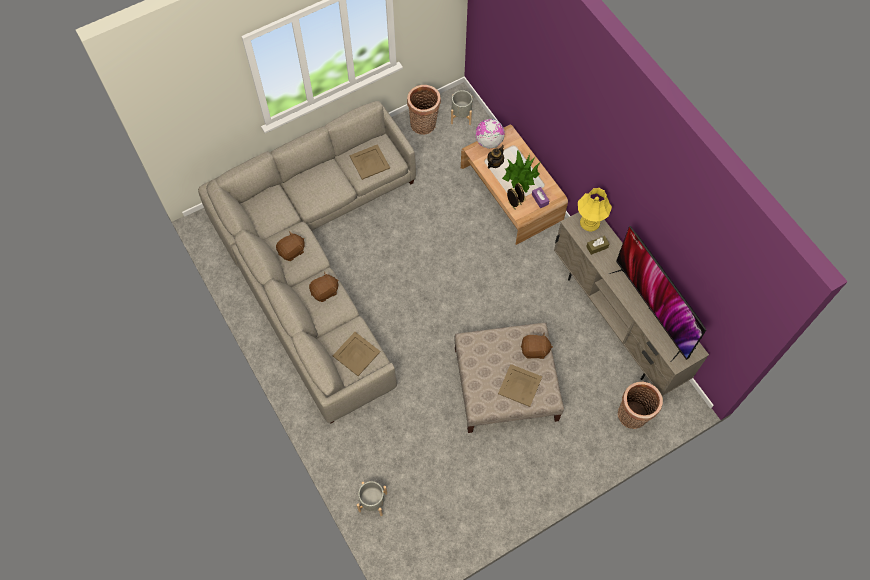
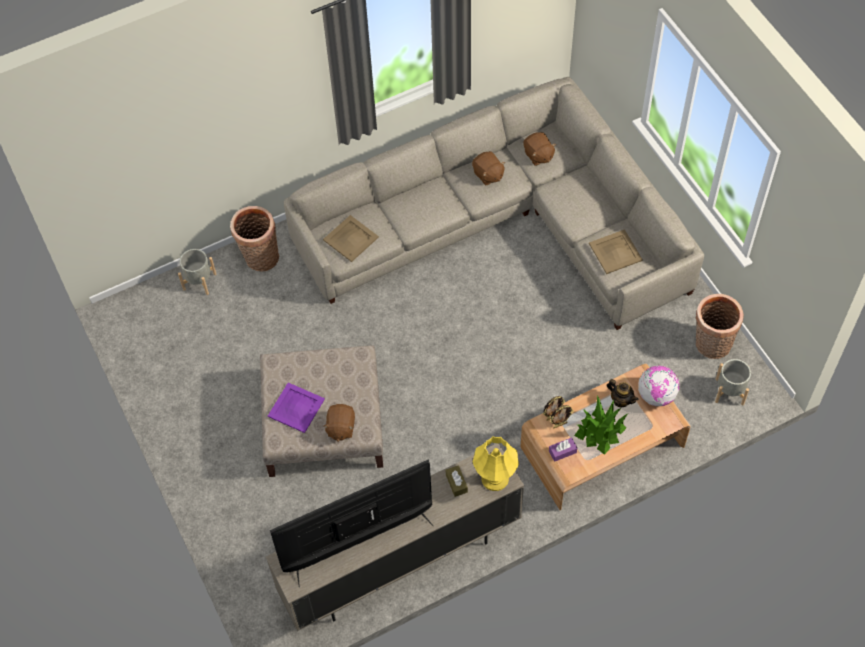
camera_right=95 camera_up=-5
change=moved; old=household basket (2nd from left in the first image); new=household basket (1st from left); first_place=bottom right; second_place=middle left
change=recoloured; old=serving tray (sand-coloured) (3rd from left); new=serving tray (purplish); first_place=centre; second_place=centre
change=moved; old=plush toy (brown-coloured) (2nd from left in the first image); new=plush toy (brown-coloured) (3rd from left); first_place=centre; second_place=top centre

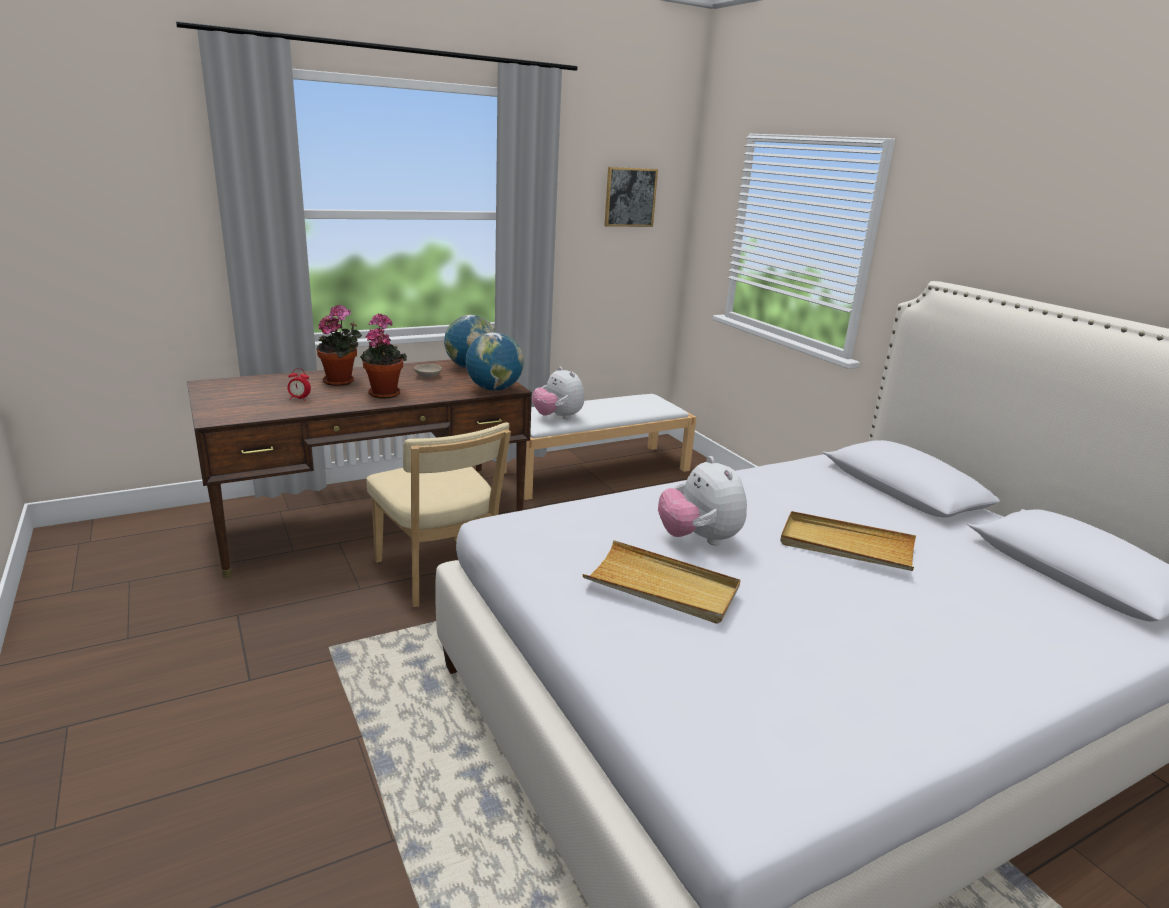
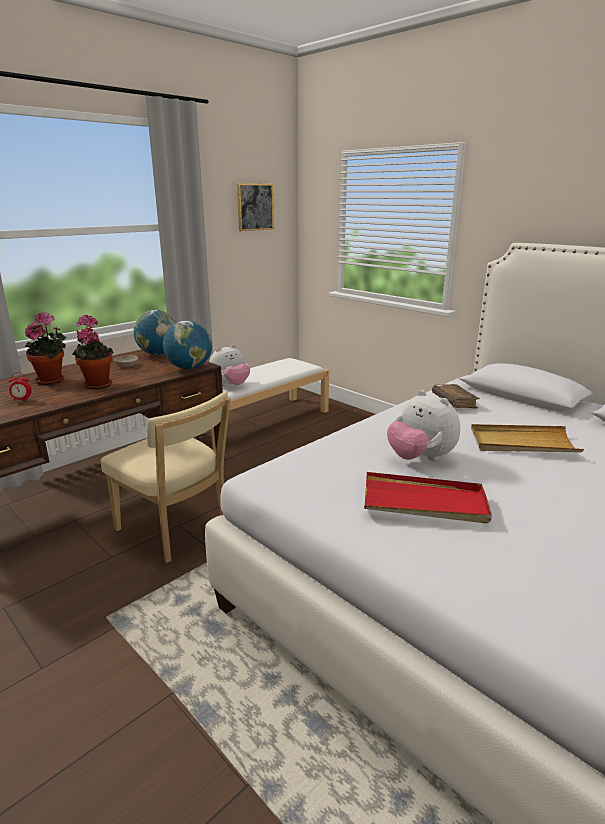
camera_right=-15 camera_up=0
change=turned; old=plush toy (1st from left); first_place=centre; second_place=centre; degrees=-75
change=recoloured; old=serving tray (sand-coloured) (1st from left); new=serving tray (reddish); first_place=centre; second_place=middle right
change=added; new=volume (brown-coloured); second_place=middle right

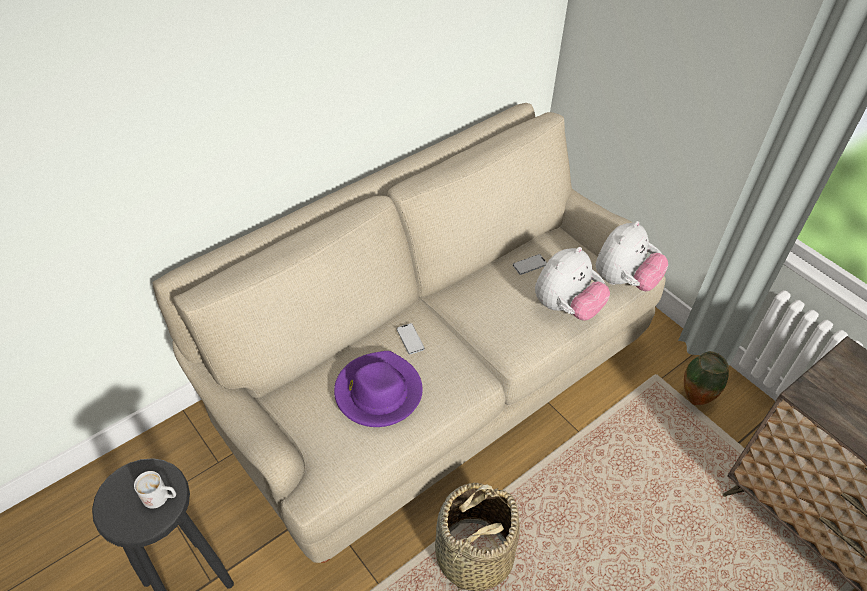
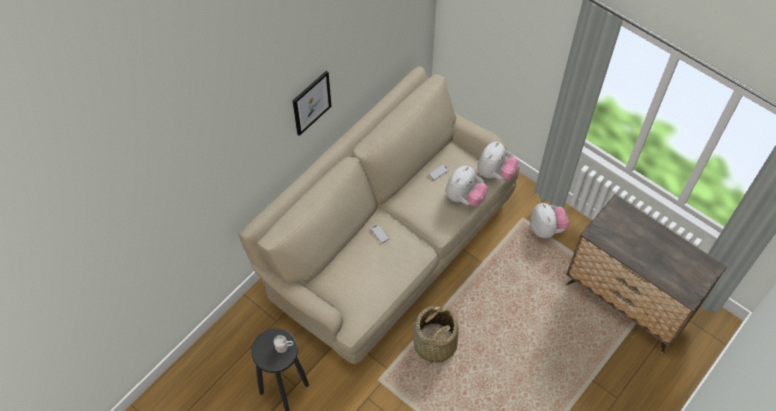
camera_right=-10 camera_up=10
change=added; new=picture; second_place=top centre
change=replaced; old=decorative vase; new=plush toy (3rd from left); first_place=middle right; second_place=middle right
change=removed; old=clothing hat (purplish); first_place=centre

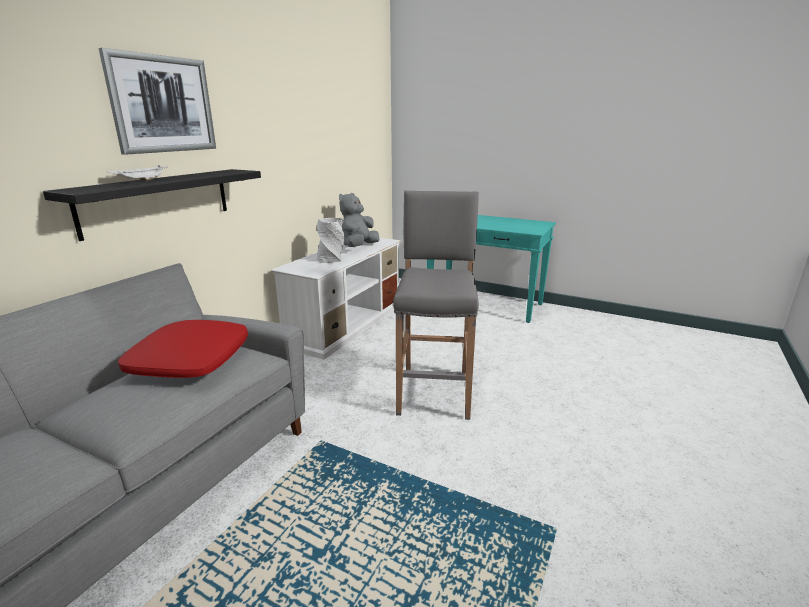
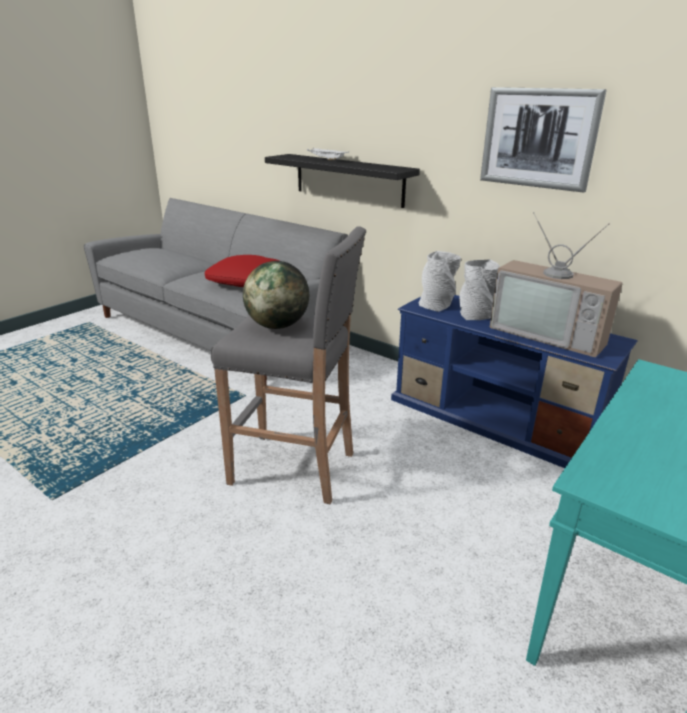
camera_right=100 camera_up=5
change=added; new=globe; second_place=centre
change=recoloured; old=tv unit (white); new=tv unit (blue); first_place=centre; second_place=middle right
change=added; new=decorative vase (greyish) (1st from left); second_place=centre
change=moved; old=picture; first_place=top left; second_place=top right
change=replaced; old=plush toy (greyish); new=TV; first_place=centre; second_place=middle right

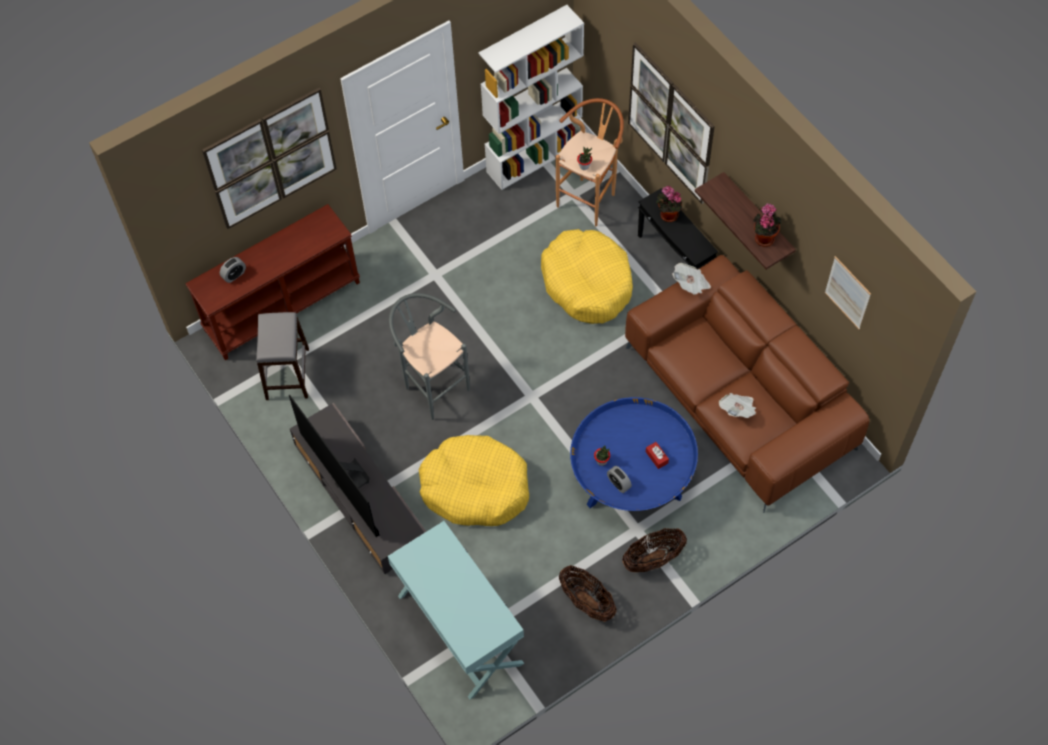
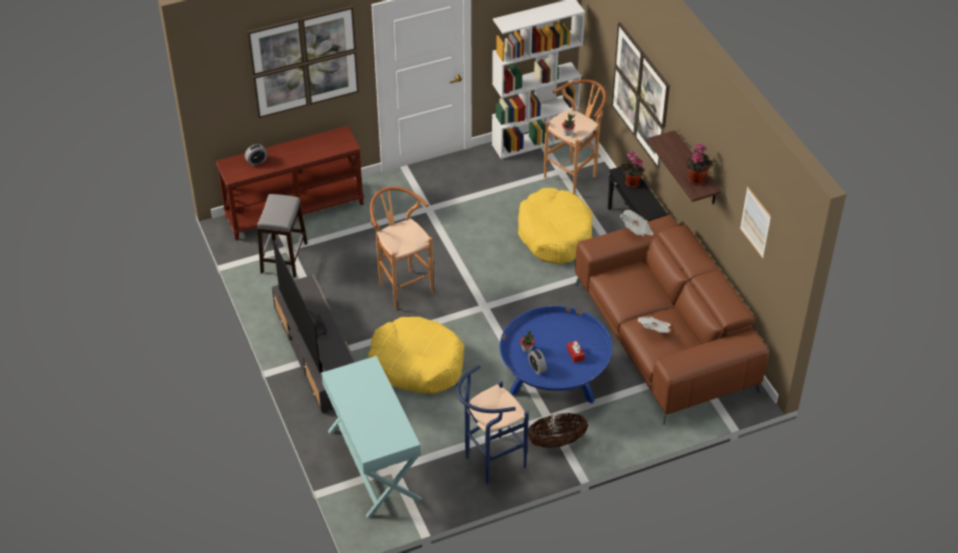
camera_right=10 camera_up=-15
change=recoloured; old=sitting stool (greyish) (2nd from left); new=sitting stool (brown-coloured) (1st from left); first_place=centre; second_place=centre
change=replaced; old=household basket (1st from left); new=sitting stool (blue); first_place=bottom centre; second_place=bottom centre

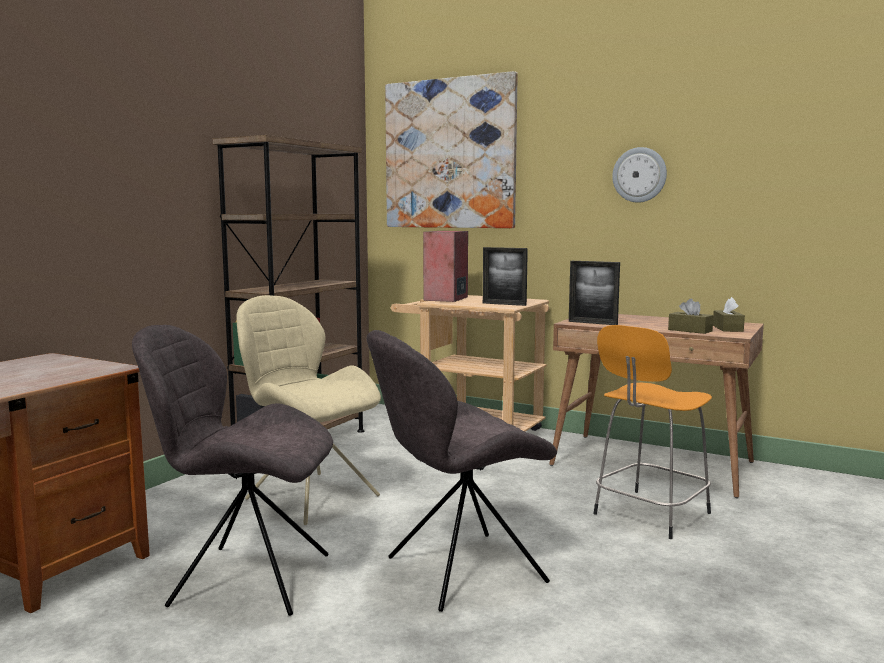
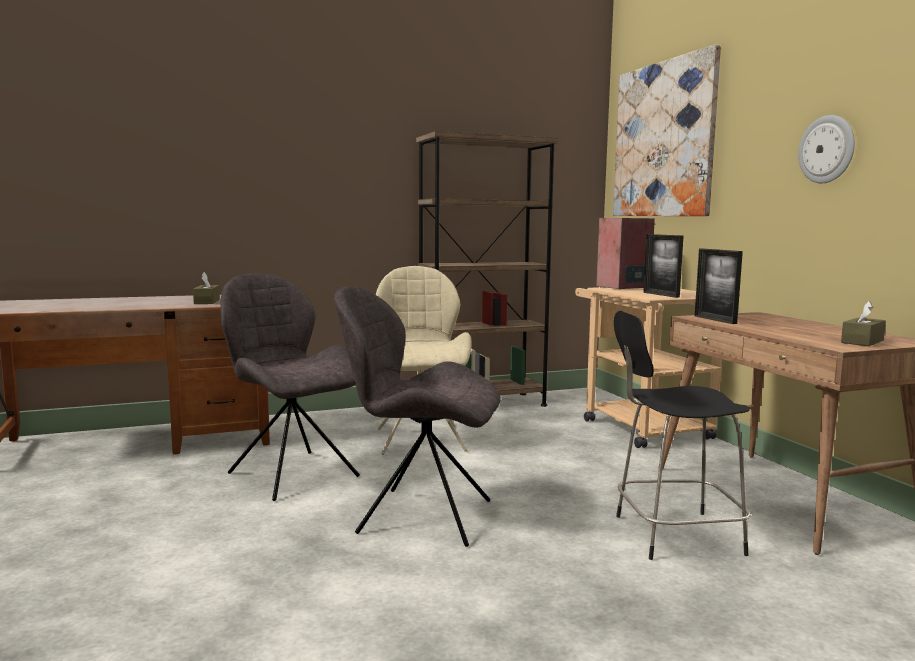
camera_right=40 camera_up=0
change=moved; old=box of tissues (brown-coloured) (1st from left); first_place=middle right; second_place=middle left
change=recoloured; old=sitting stool (orange-coloured); new=sitting stool (black); first_place=middle right; second_place=middle right

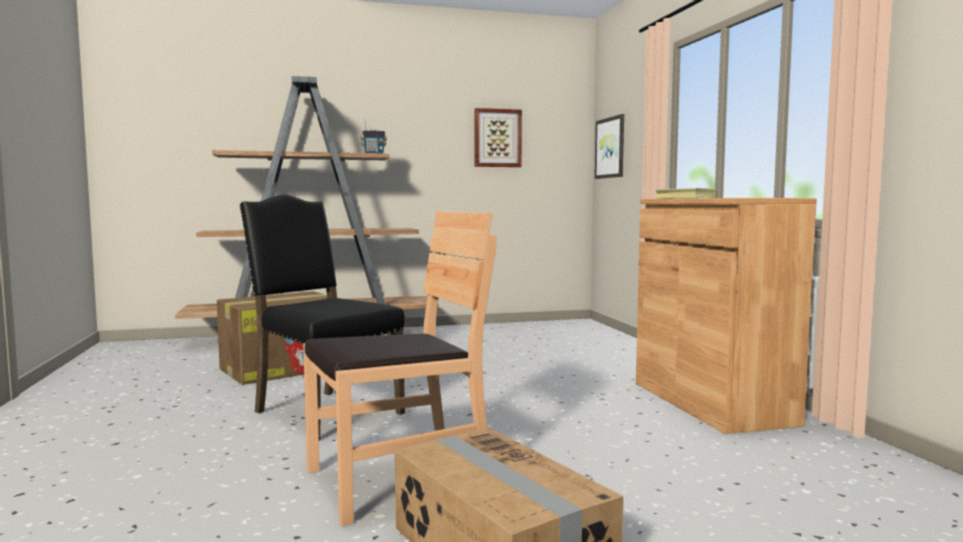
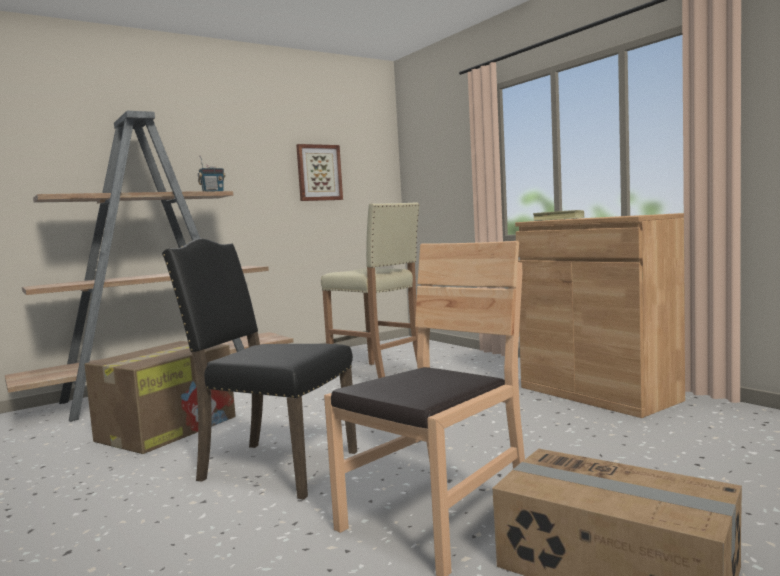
camera_right=-20 camera_up=0
change=added; new=sitting stool (sand-coloured); second_place=centre
change=removed; old=picture (2nd from left); first_place=top centre

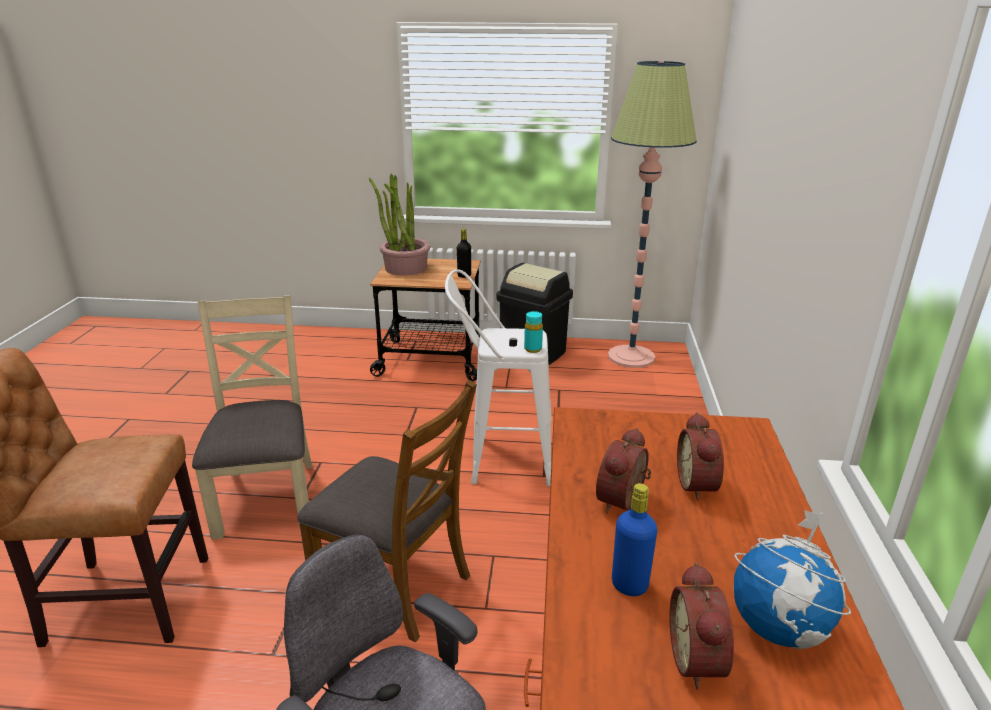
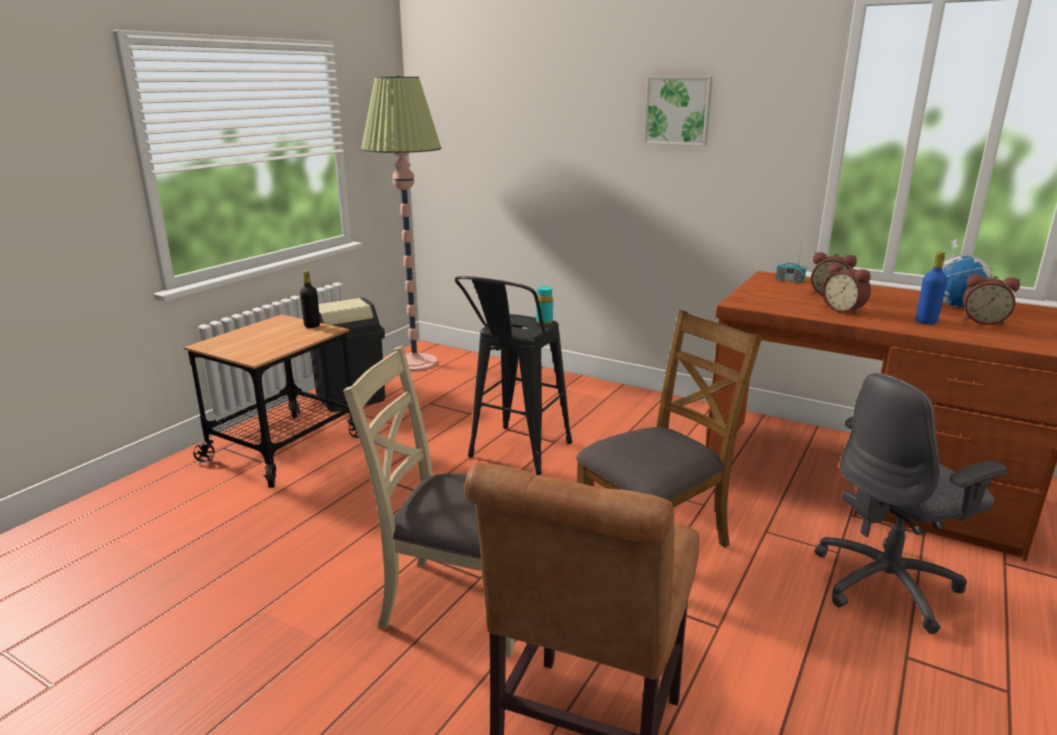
camera_right=-65 camera_up=-5
change=recoloured; old=sitting stool (white); new=sitting stool (black); first_place=centre; second_place=centre
change=added; new=picture; second_place=top centre
change=added; new=radio set; second_place=middle right
change=removed; old=houseplant; first_place=top centre

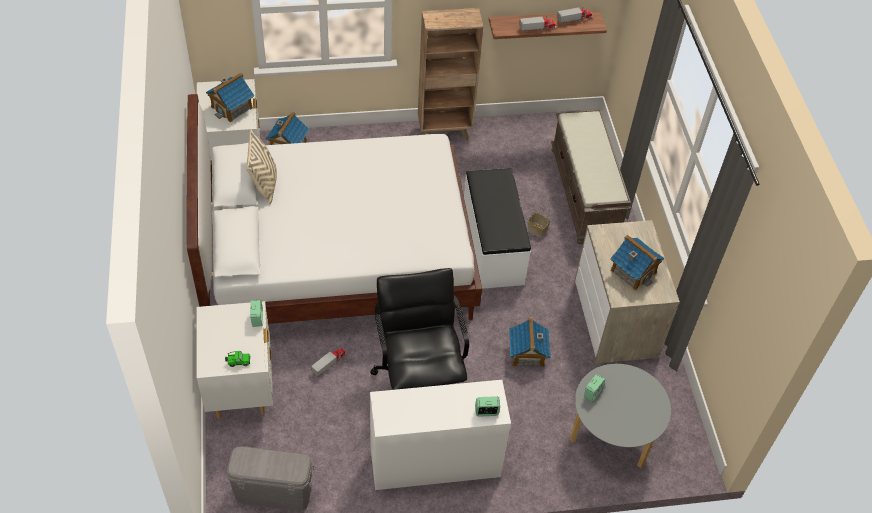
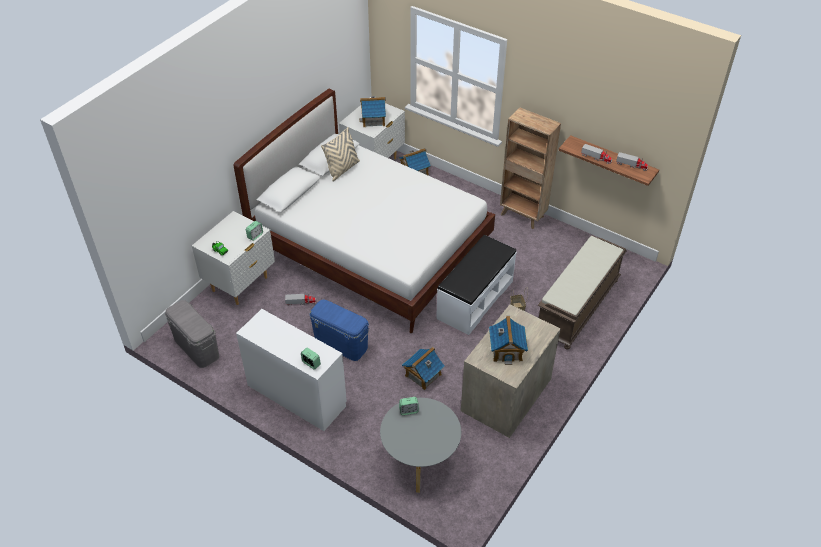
camera_right=45 camera_up=-5
change=replaced; old=office chair (black); new=storage bin (blue); first_place=centre; second_place=centre

